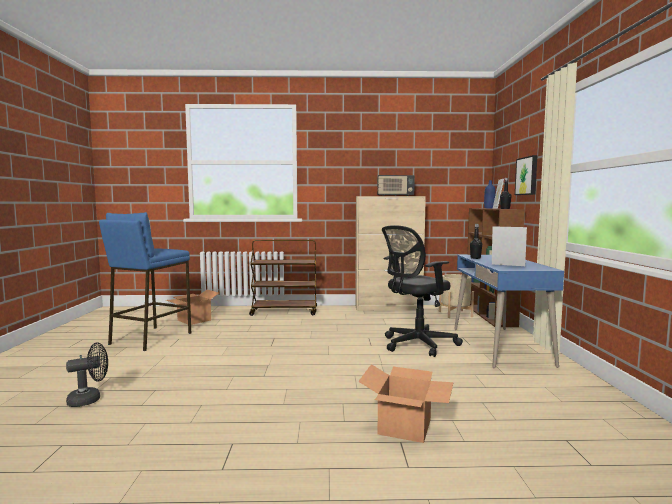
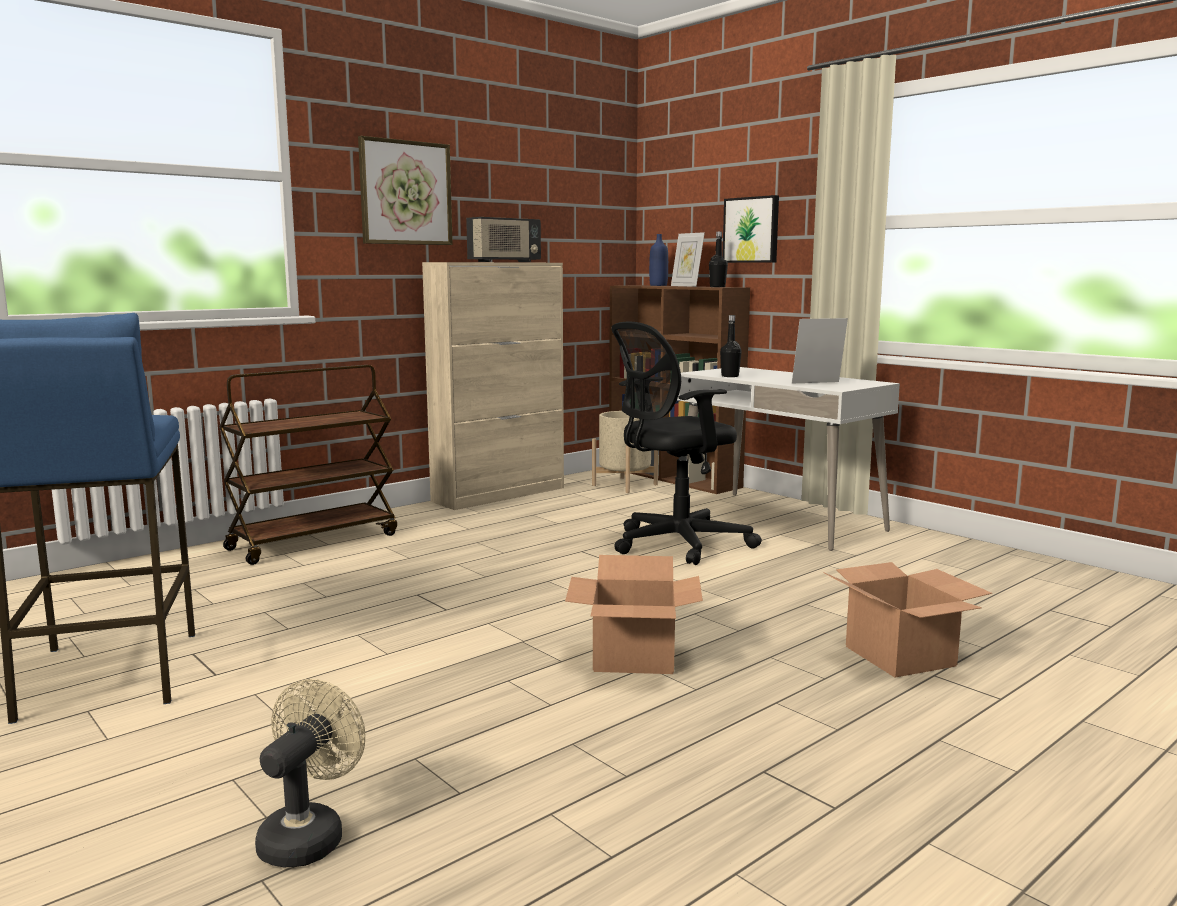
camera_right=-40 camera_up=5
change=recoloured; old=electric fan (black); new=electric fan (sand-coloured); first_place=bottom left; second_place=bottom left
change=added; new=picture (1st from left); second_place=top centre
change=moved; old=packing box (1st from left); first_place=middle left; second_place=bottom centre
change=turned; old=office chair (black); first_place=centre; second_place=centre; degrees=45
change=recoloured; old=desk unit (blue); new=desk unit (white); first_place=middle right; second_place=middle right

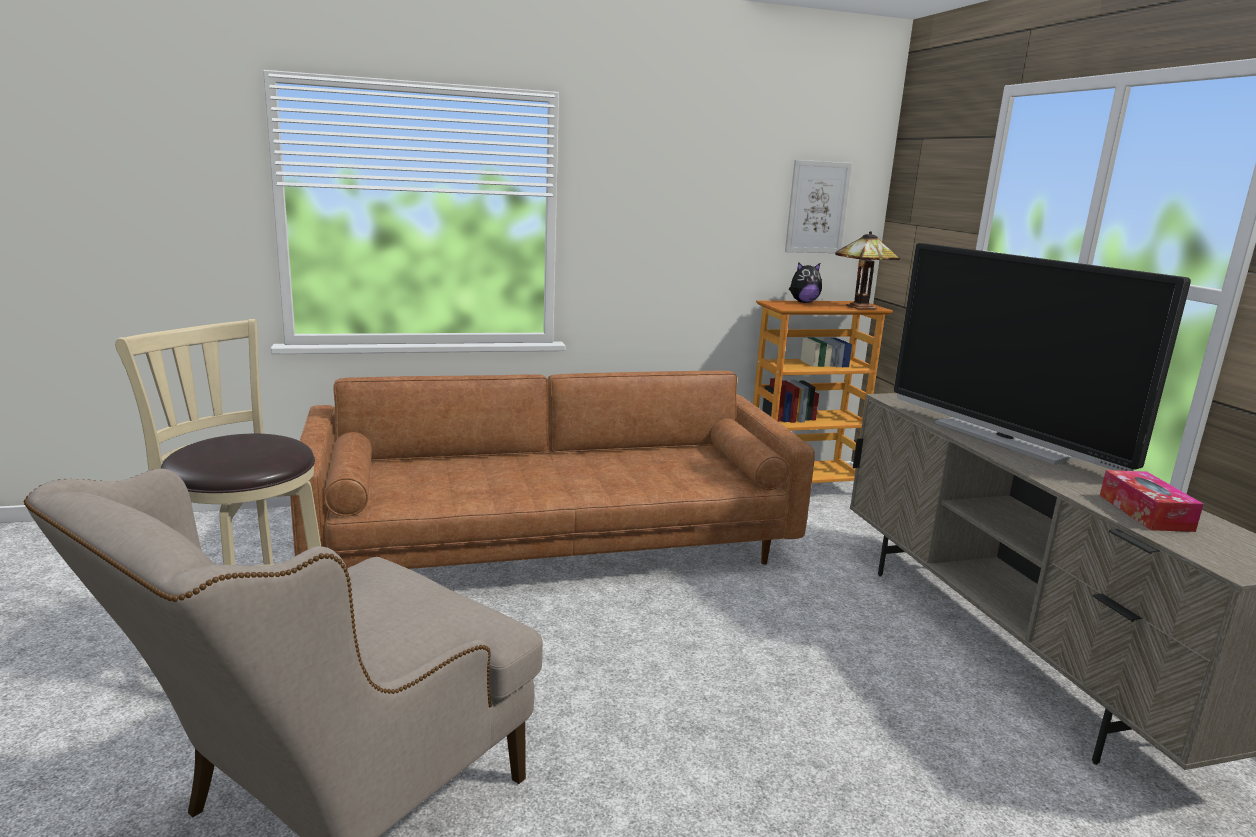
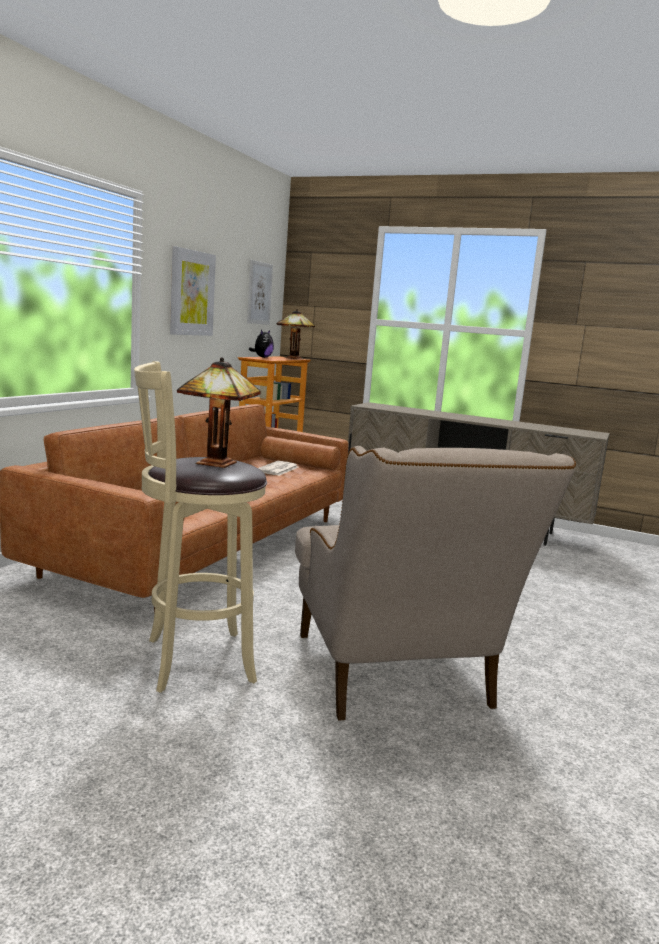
camera_right=-50 camera_up=-5
change=added; new=picture (1st from left); second_place=top left
change=added; new=lamp for a table (1st from left); second_place=middle left
change=added; new=newspaper; second_place=centre
change=removed; old=TV; first_place=middle right
change=removed; old=box of tissues; first_place=middle right

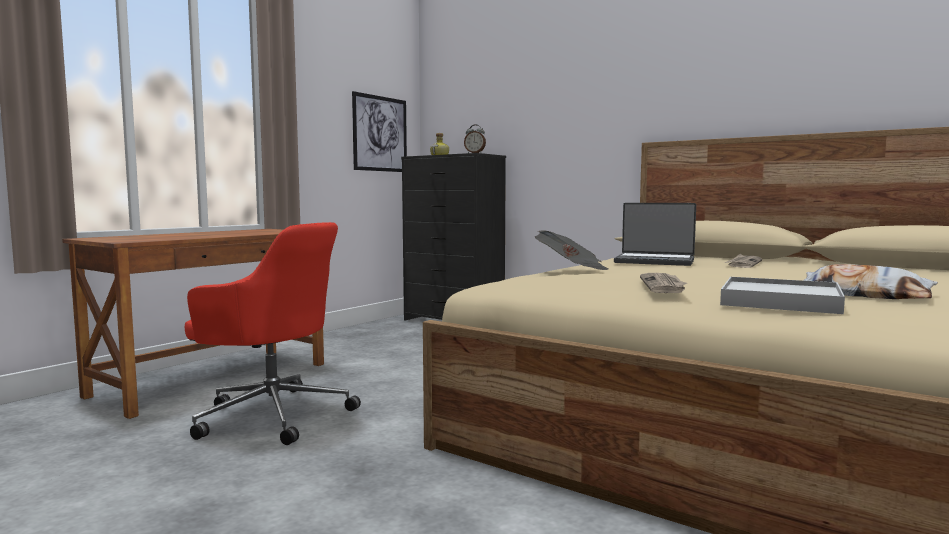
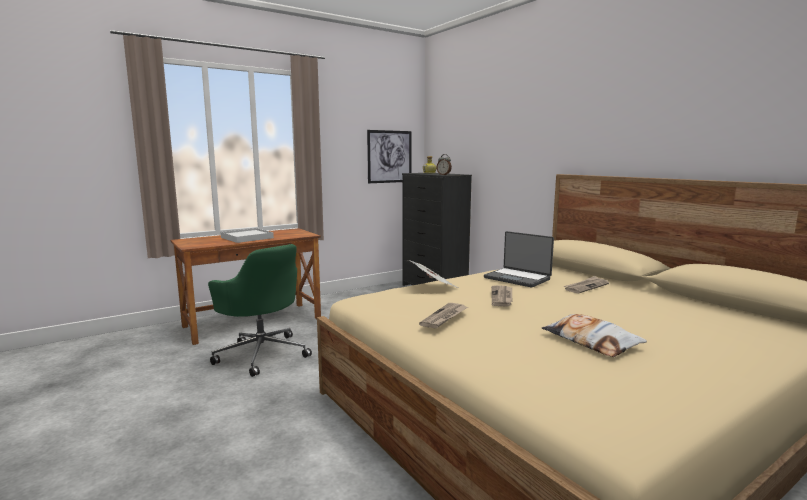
camera_right=20 camera_up=5
change=recoloured; old=office chair (reddish); new=office chair (greenish); first_place=middle left; second_place=middle left
change=moved; old=serving tray (white); first_place=middle right; second_place=middle left
change=added; new=newspaper (3rd from left); second_place=centre

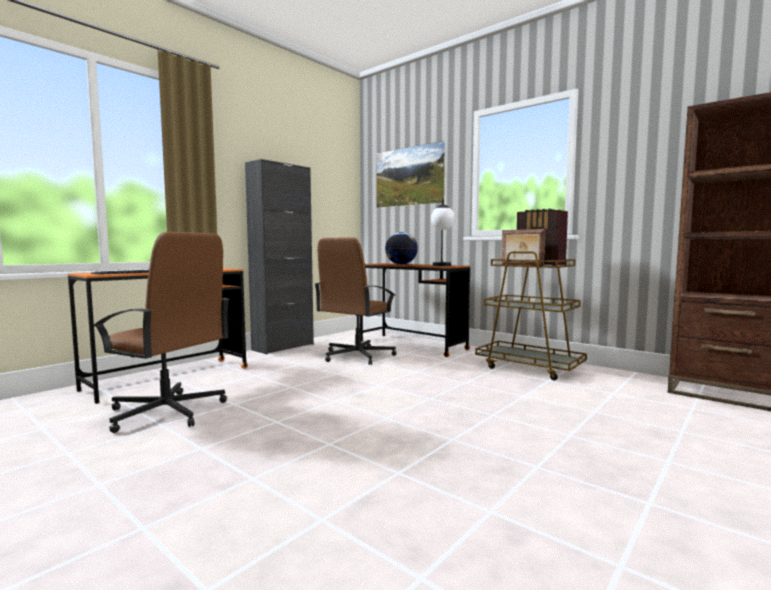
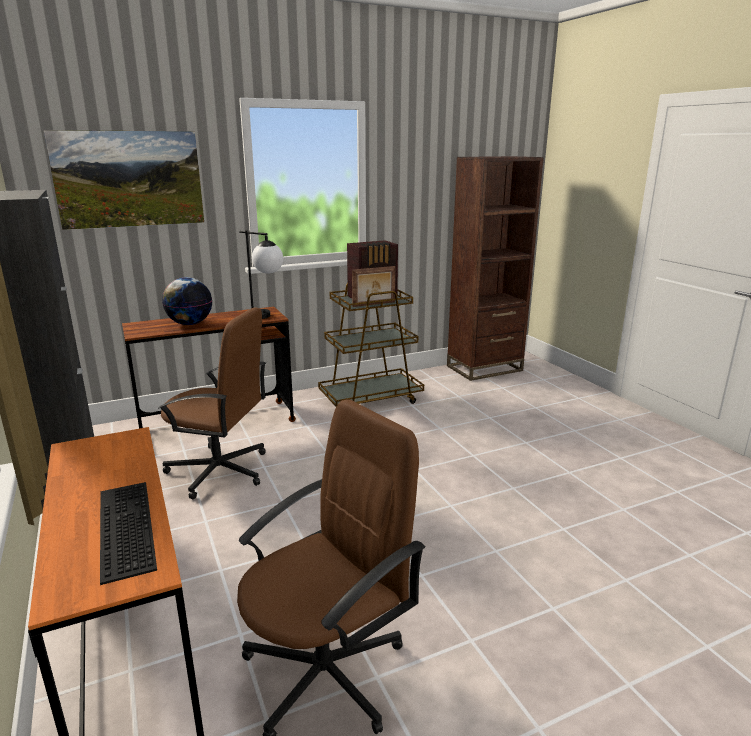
camera_right=-65 camera_up=15
change=turned; old=office chair (brown-coloured) (2nd from left in the first image); first_place=centre; second_place=middle left; degrees=-45

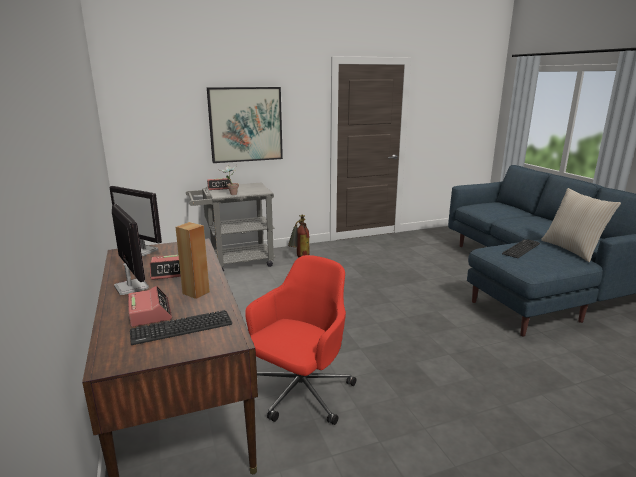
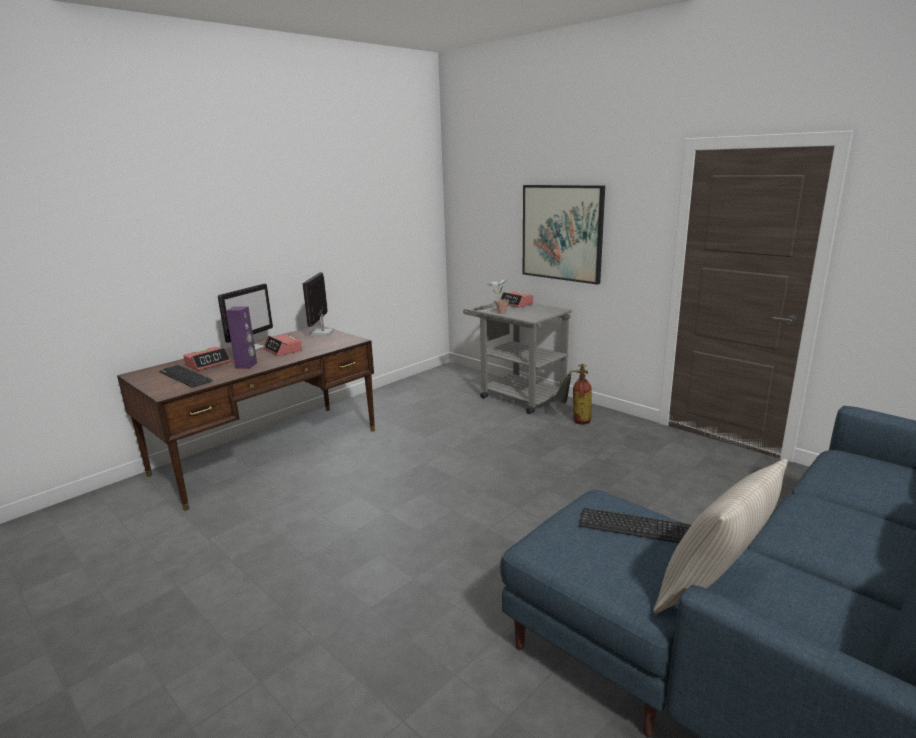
camera_right=65 camera_up=0
change=recoloured; old=audio speaker (brown-coloured); new=audio speaker (purplish); first_place=middle left; second_place=middle left
change=removed; old=office chair (reddish); first_place=bottom centre

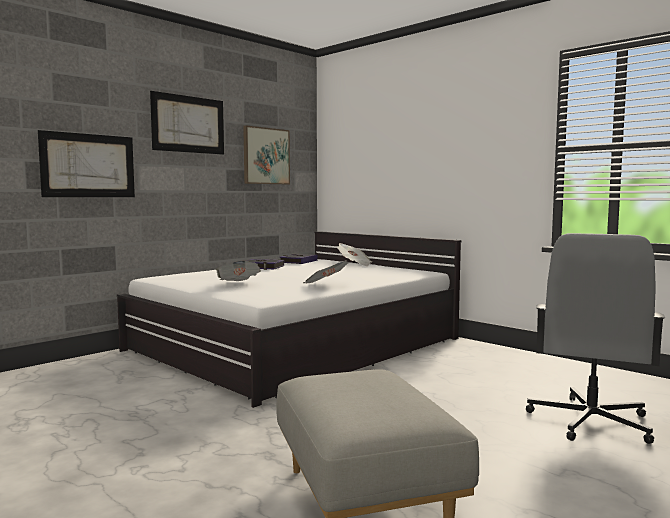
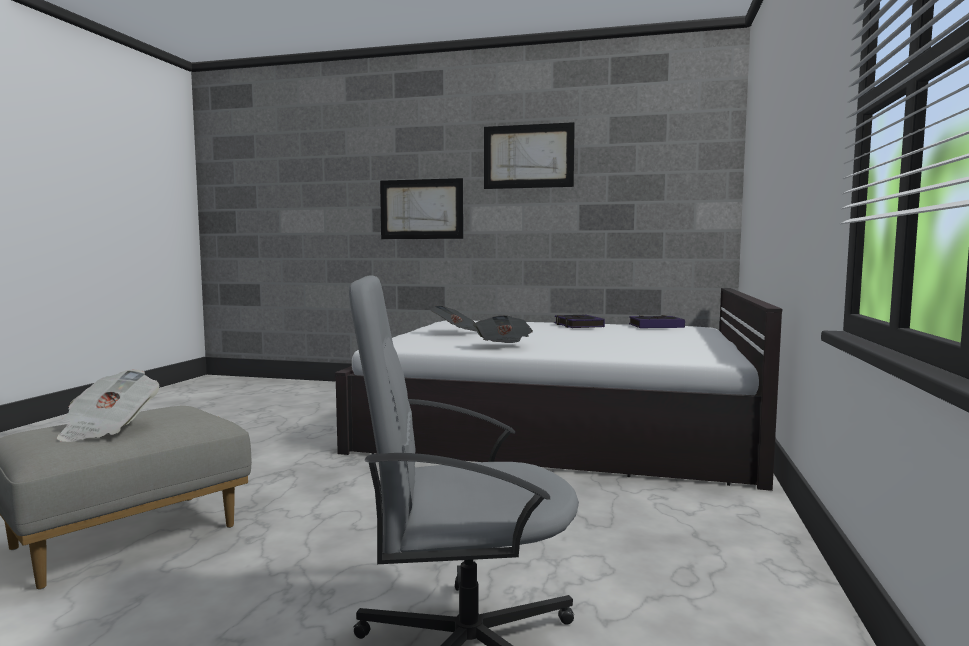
camera_right=60 camera_up=0
change=moved; old=newspaper (3rd from left in the first image); new=newspaper (1st from left); first_place=centre; second_place=middle left
change=removed; old=picture (3rd from left); first_place=top centre

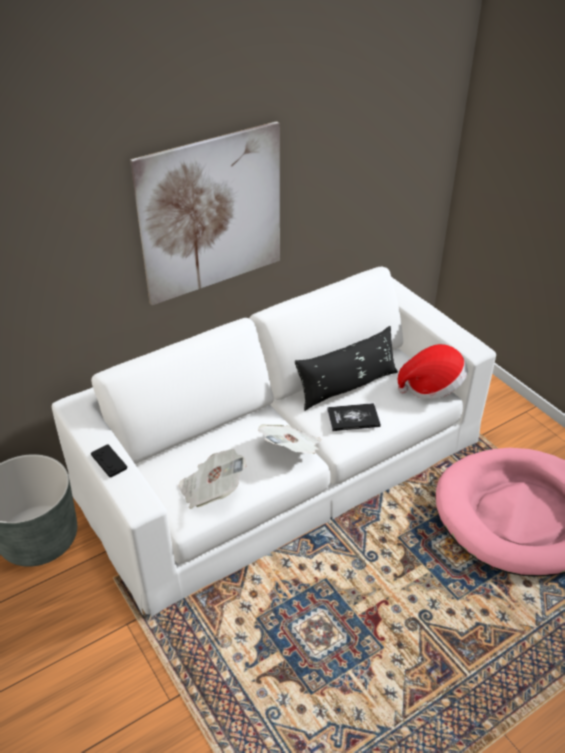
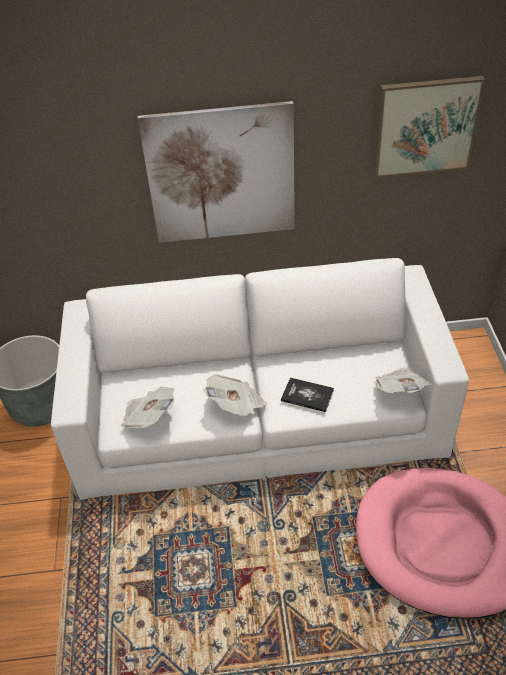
camera_right=30 camera_up=5
change=added; new=picture (2nd from left); second_place=top right
change=replaced; old=clothing hat; new=newspaper (3rd from left); first_place=middle right; second_place=middle right
change=removed; old=joypad (black); first_place=middle left
change=removed; old=cushion (black); first_place=centre

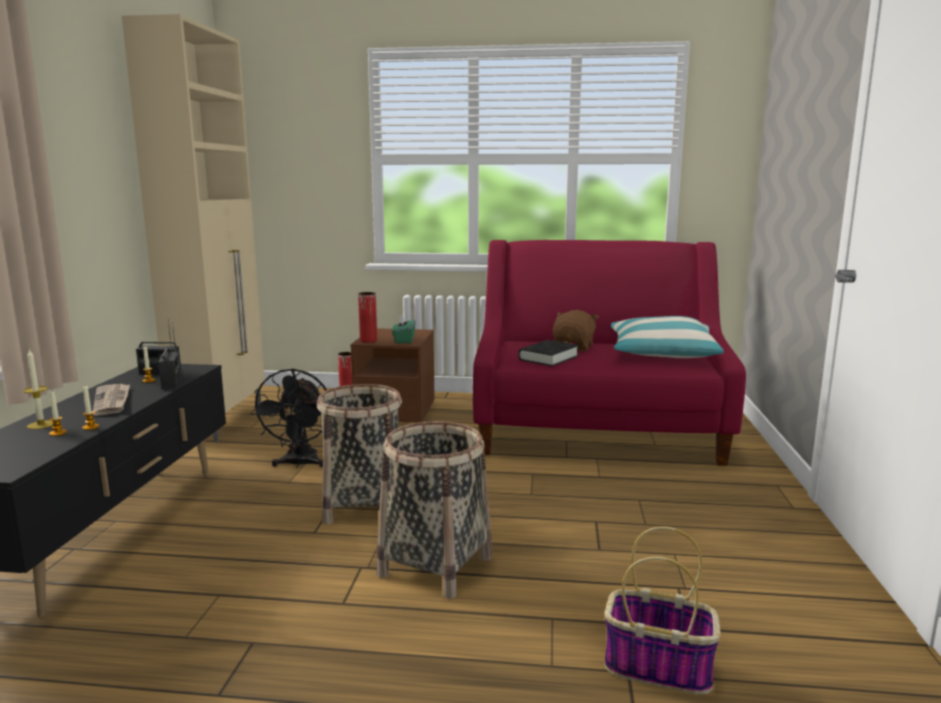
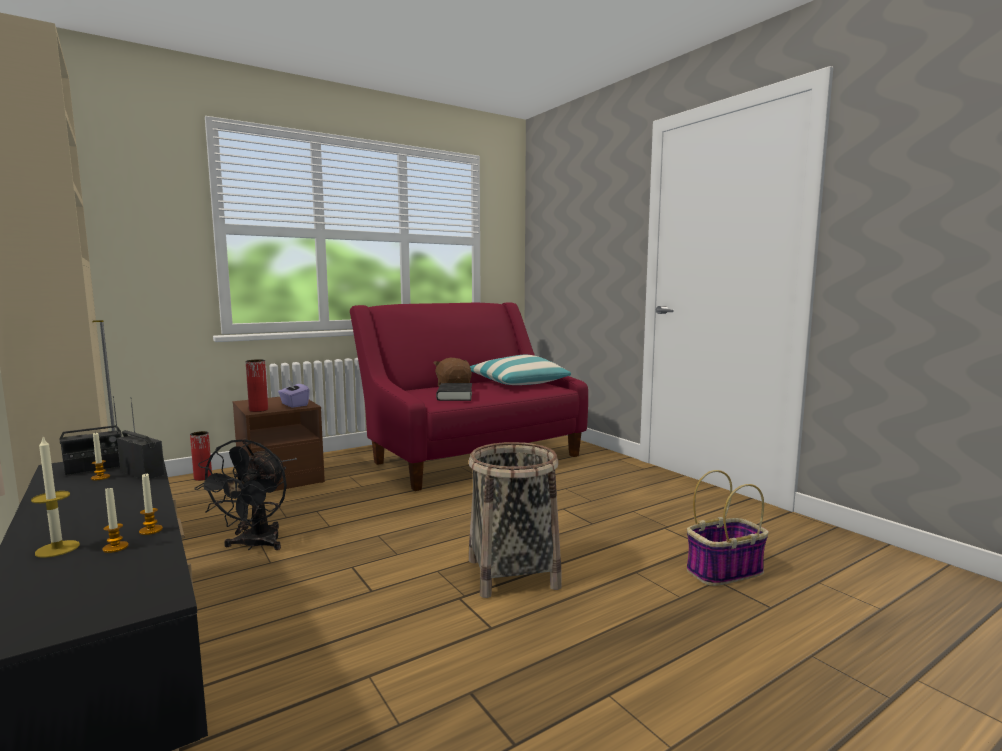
camera_right=-40 camera_up=-5
change=turned; old=electric fan (black); first_place=middle left; second_place=middle left; degrees=45
change=recoloured; old=box of tissues (greenish); new=box of tissues (purplish); first_place=centre; second_place=middle left
change=removed; old=newspaper; first_place=middle left
change=removed; old=household basket (1st from left); first_place=centre

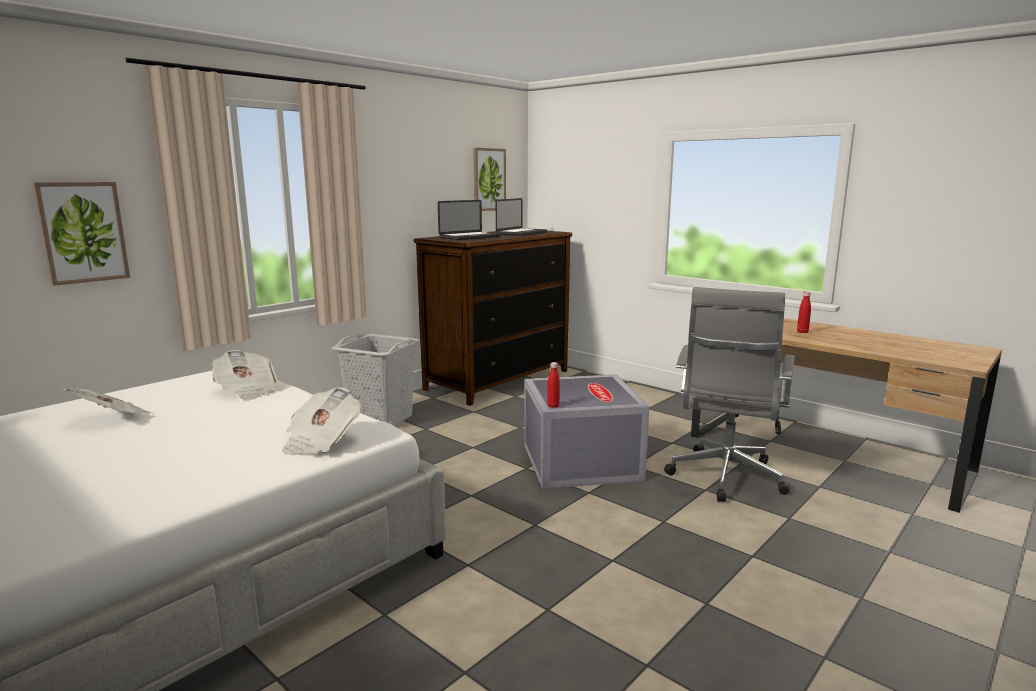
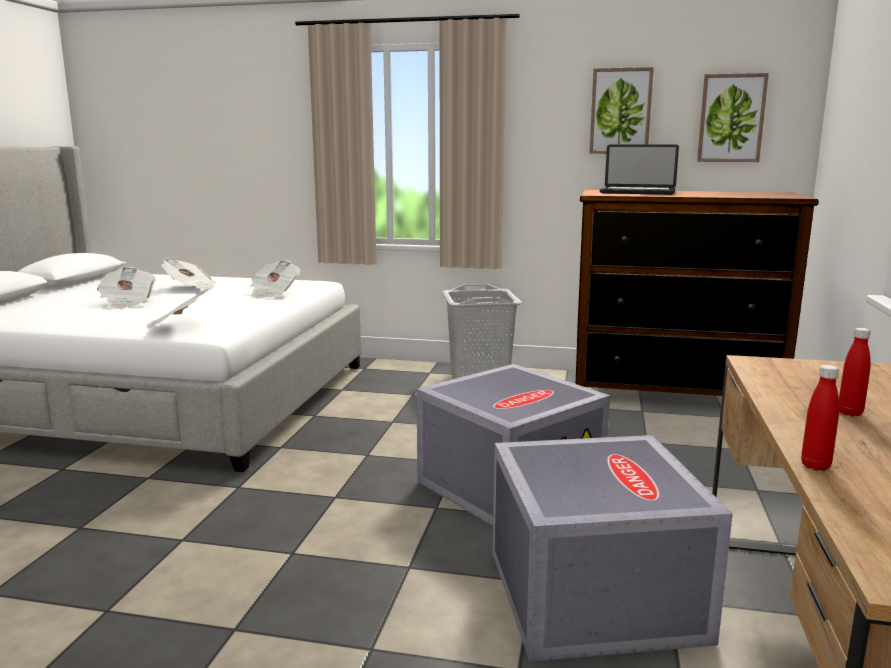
camera_right=60 camera_up=0
change=added; new=newspaper (1st from left); second_place=middle left
change=replaced; old=office chair (greyish); new=storage bin (greyish) (2nd from left); first_place=middle right; second_place=bottom right
change=moved; old=picture (1st from left); first_place=middle left; second_place=top right
change=moved; old=beverage bottle (reddish) (1st from left); first_place=centre; second_place=middle right
change=removed; old=portable computer (2nd from left); first_place=top centre

